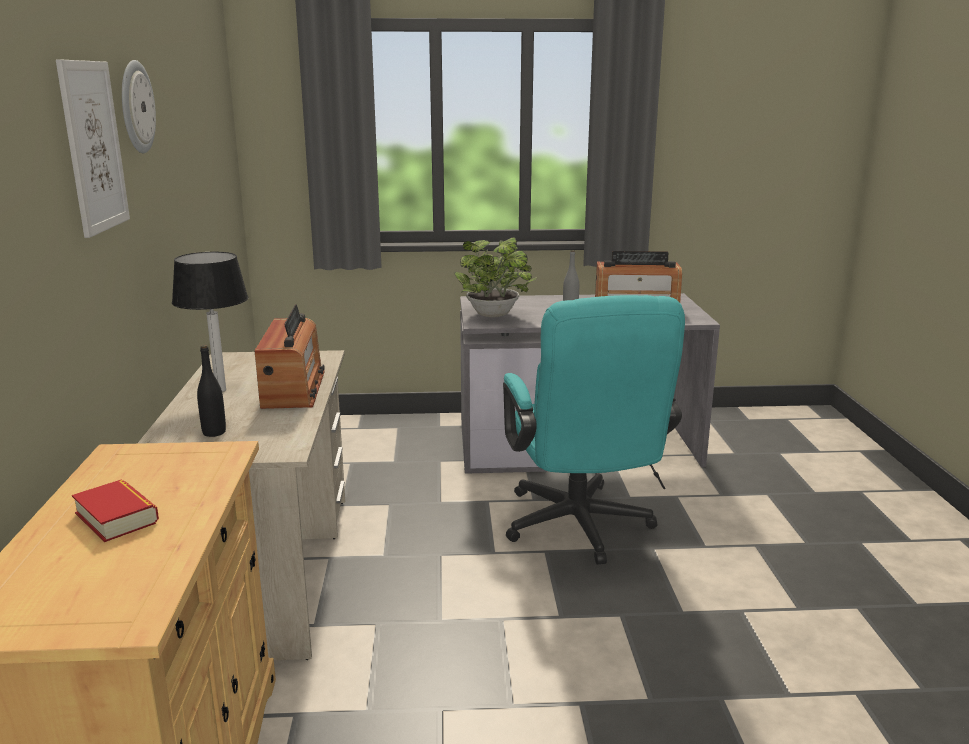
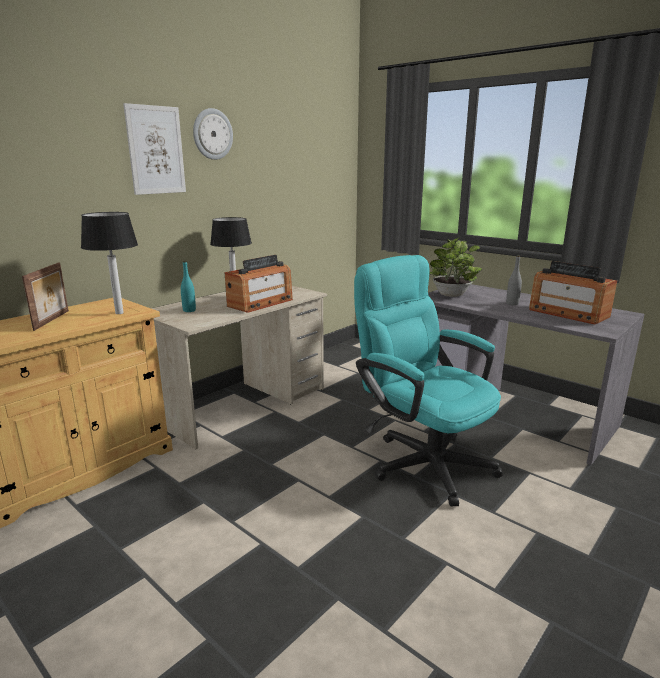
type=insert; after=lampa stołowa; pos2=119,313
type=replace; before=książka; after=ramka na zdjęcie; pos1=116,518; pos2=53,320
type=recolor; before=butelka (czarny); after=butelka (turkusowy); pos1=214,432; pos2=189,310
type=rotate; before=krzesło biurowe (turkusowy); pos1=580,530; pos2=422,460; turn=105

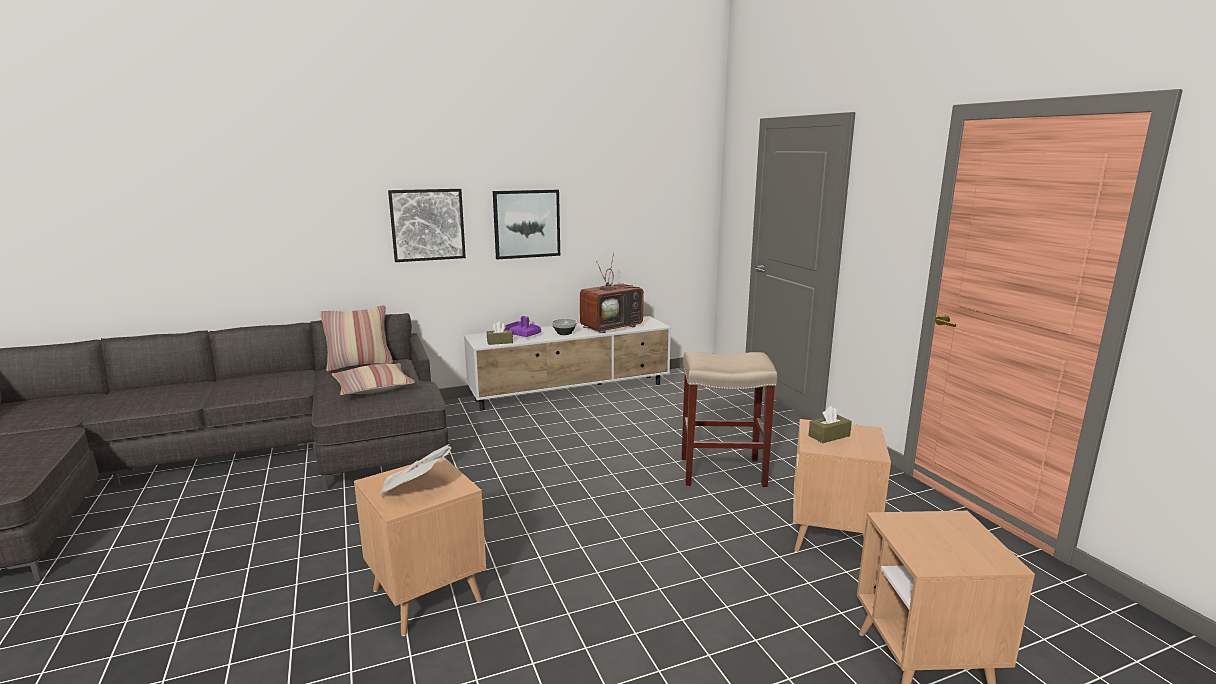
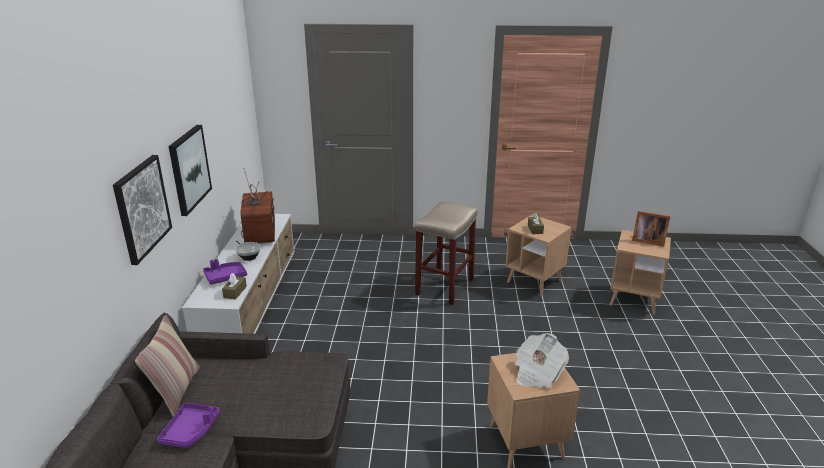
type=delete; before=poduszka; pos1=373,388
type=insert; after=taca (fioletowy); pos2=191,431
type=insert; after=ramka na zdjęcie; pos2=647,240

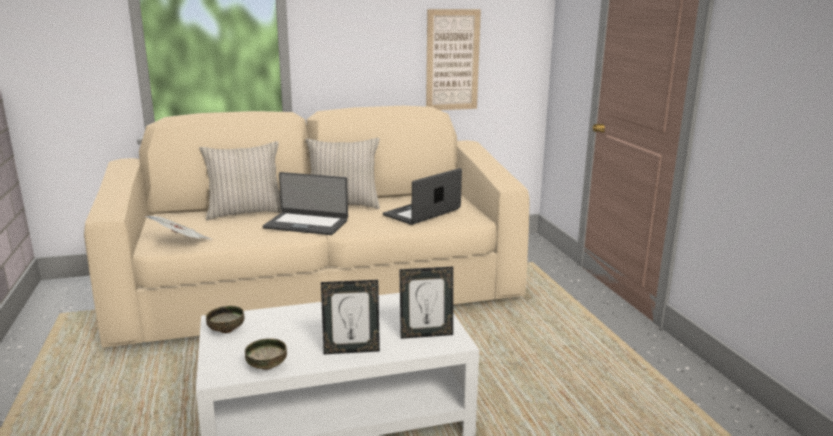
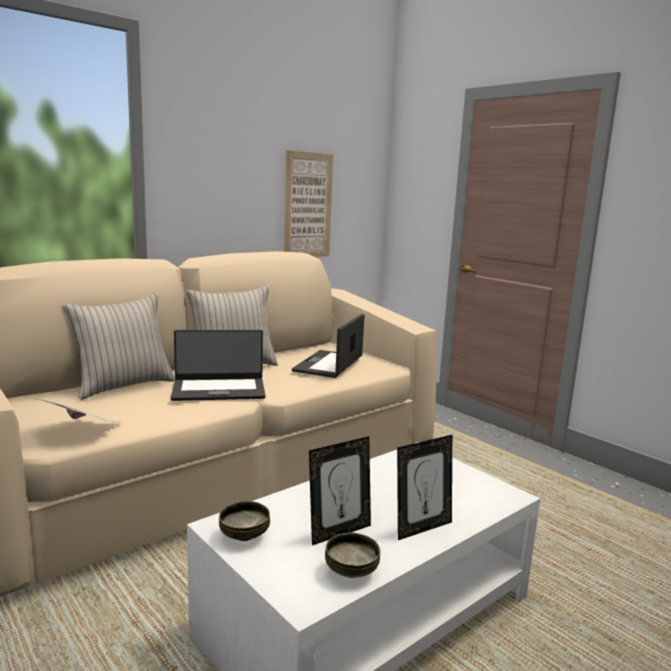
type=move; before=ramka na zdjęcie; pos1=426,334; pos2=339,532

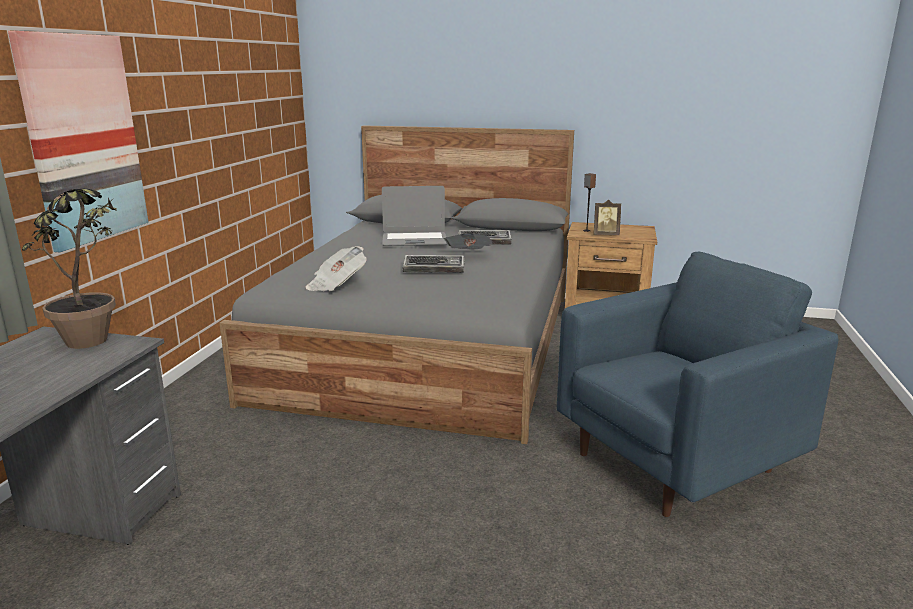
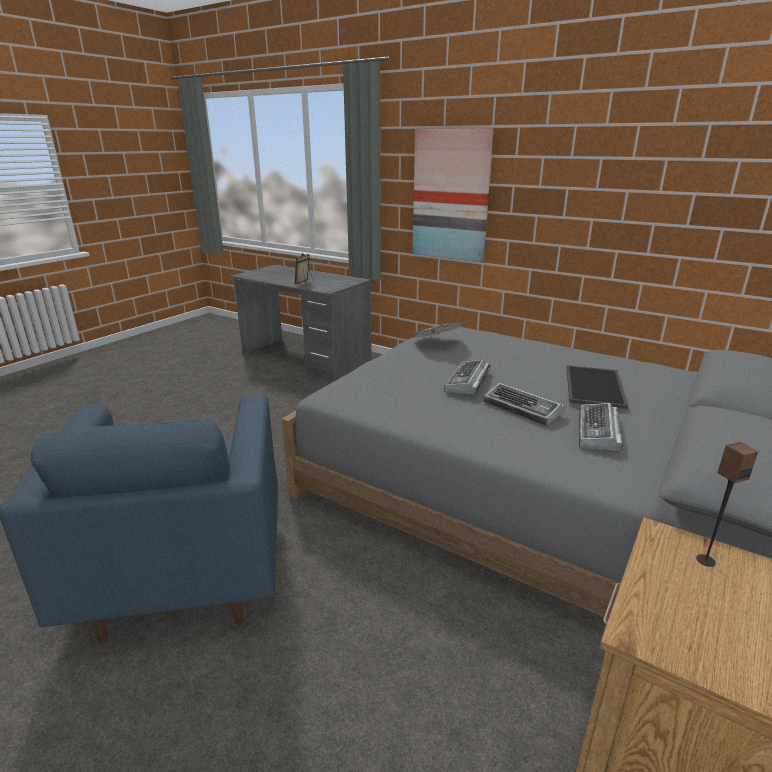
type=delete; before=roślina doniczkowa; pos1=95,344
type=move; before=ramka na zdjęcie; pos1=605,235; pos2=305,284
type=replace; before=laptop; after=taca; pos1=414,240; pos2=596,387
type=replace; before=gazeta; after=klawiatura; pos1=469,255; pos2=523,409

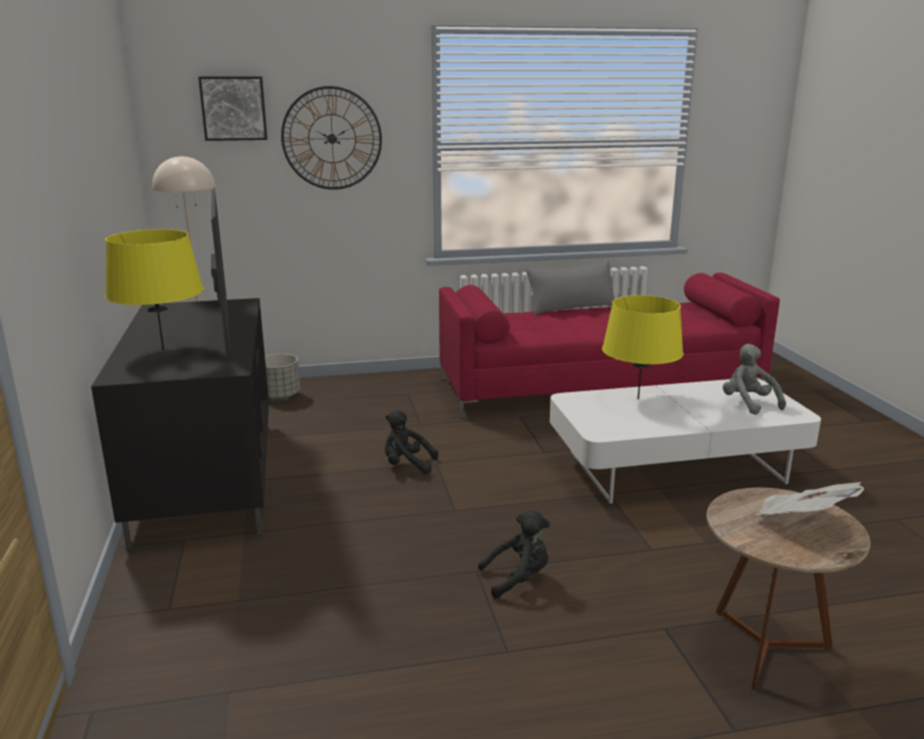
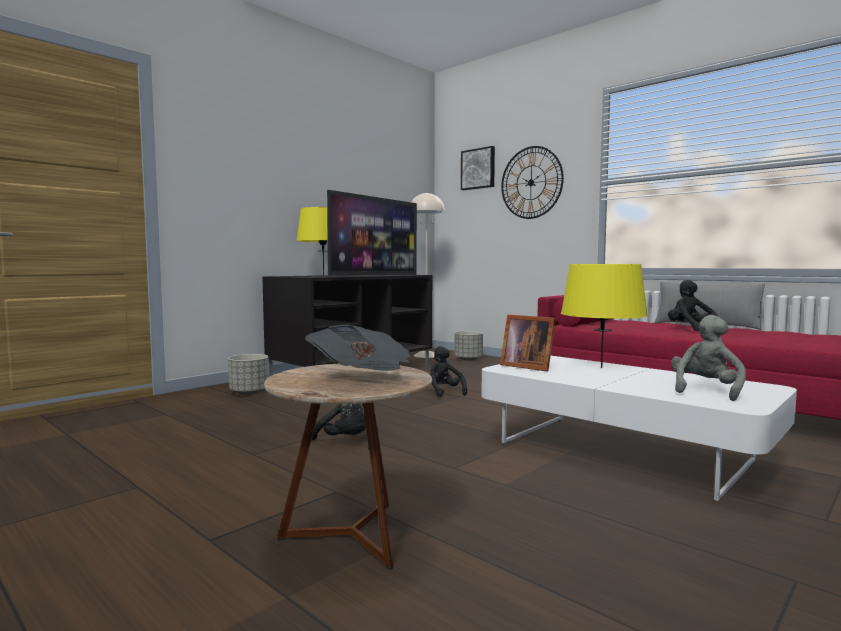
type=insert; after=donica (szary); pos2=249,392
type=insert; after=ramka na zdjęcie; pos2=526,366
type=insert; after=pluszak (czarny); pos2=691,329

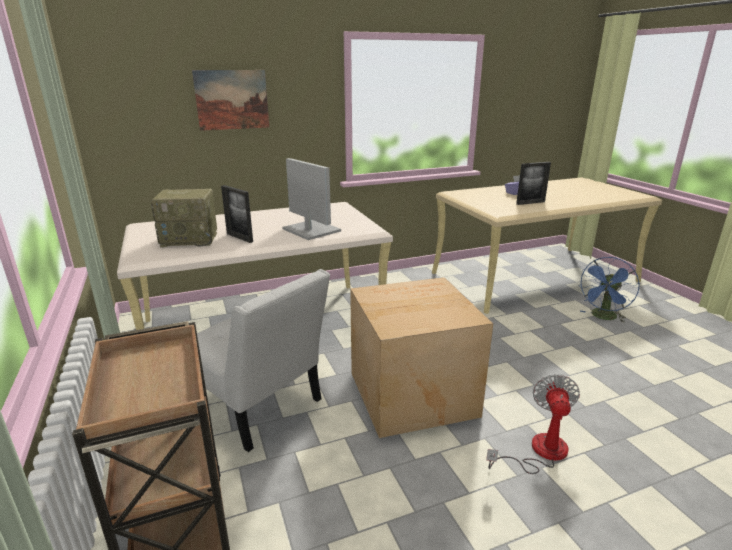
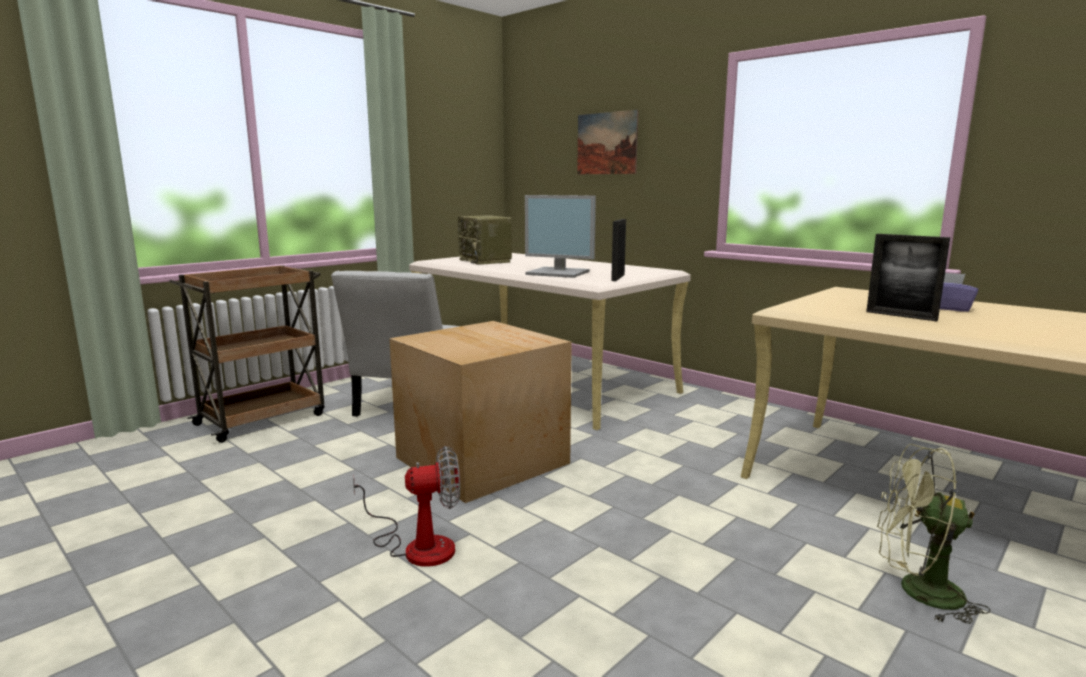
type=move; before=ramka na zdjęcie; pos1=239,237; pos2=618,277
type=recolor; before=wentylator (niebieski); after=wentylator (zielony); pos1=603,317; pos2=917,592
type=rotate; before=monitor; pos1=310,230; pos2=559,273; turn=90

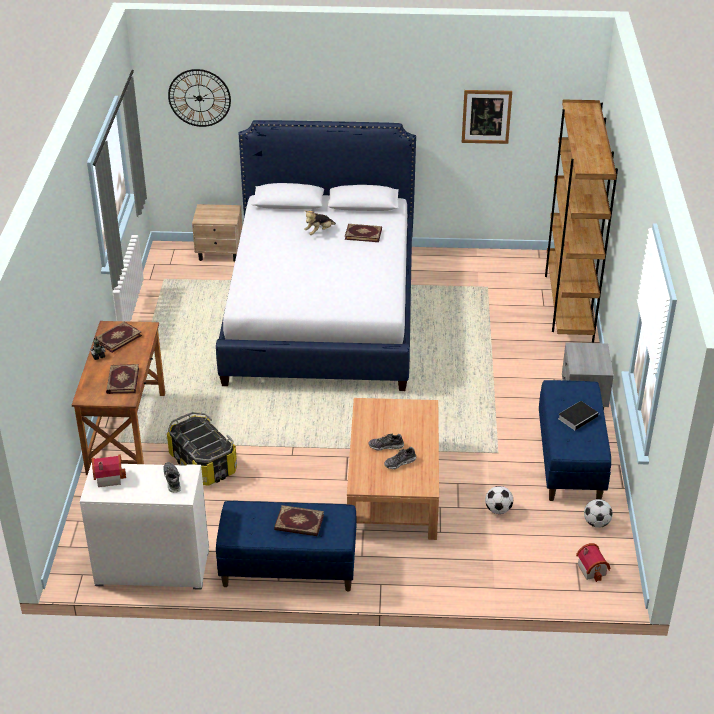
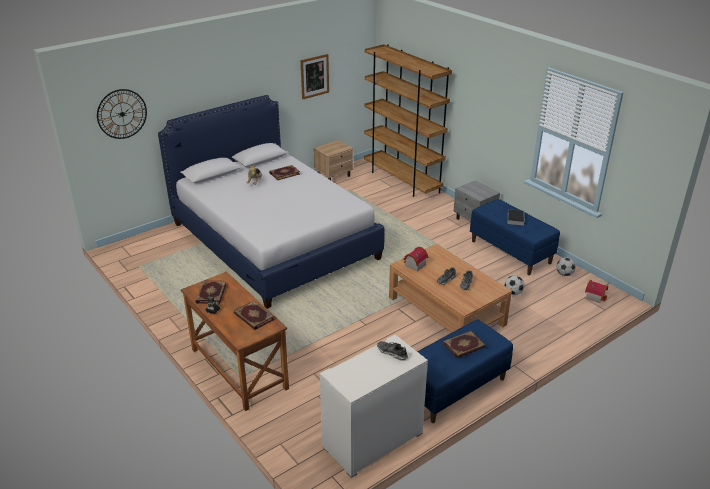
type=delete; before=pojemnik do przechowywania; pos1=202,463
type=move; before=domek; pos1=108,477; pos2=414,265
type=move; before=szafka nocna (beżowy); pos1=220,253; pos2=334,176

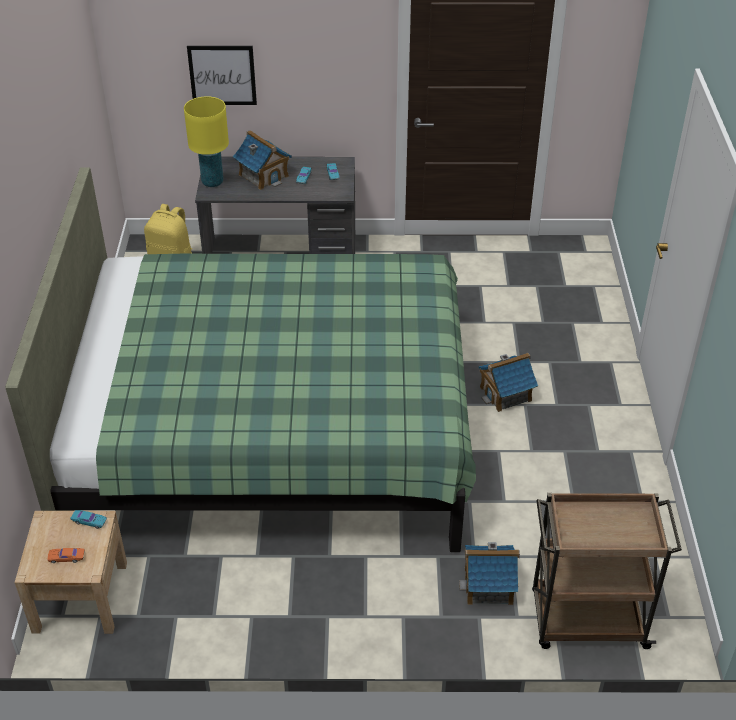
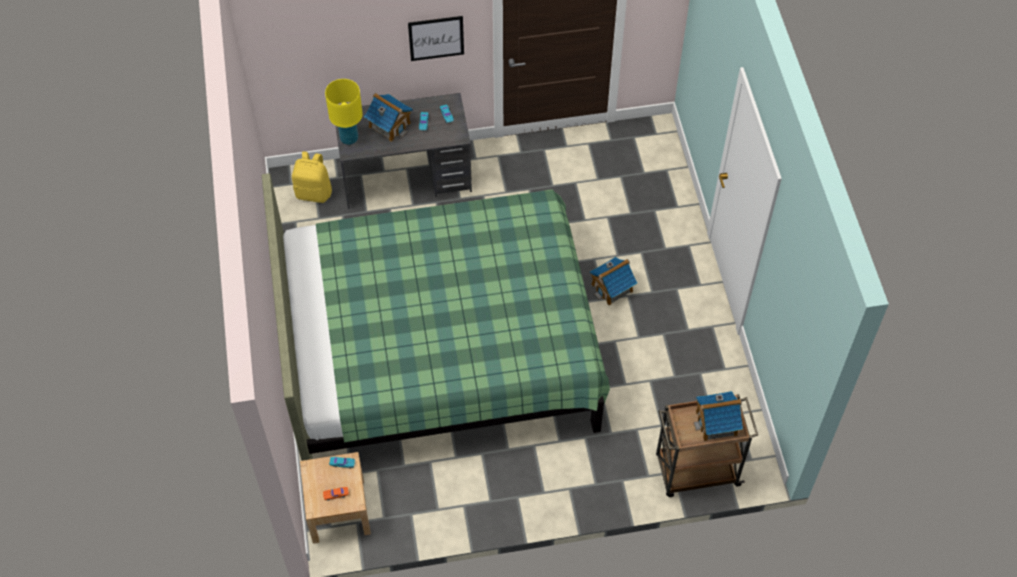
type=move; before=obraz; pos1=222,75; pos2=436,38
type=move; before=domek; pos1=489,586; pos2=716,423

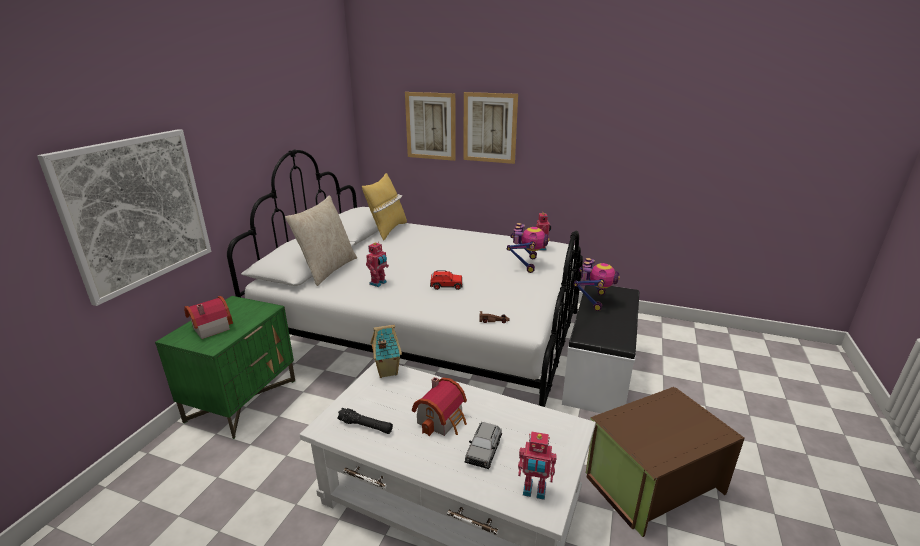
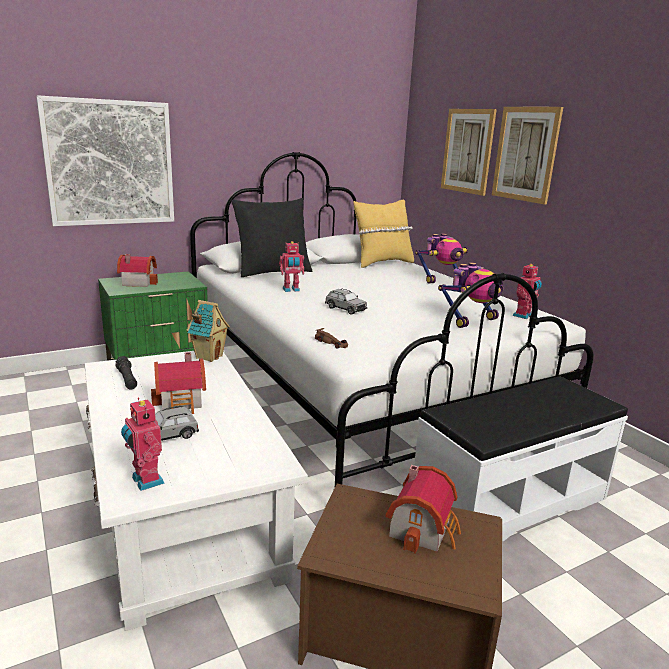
type=insert; after=domek; pos2=424,529
type=move; before=robot zabawkowy; pos1=593,300; pos2=441,280
type=recolor; before=poduszka (beżowy); after=poduszka (czarny); pos1=327,269; pos2=272,271
type=recolor; before=samochodzik (czerwony); after=samochodzik (szary); pos1=446,286; pos2=345,309

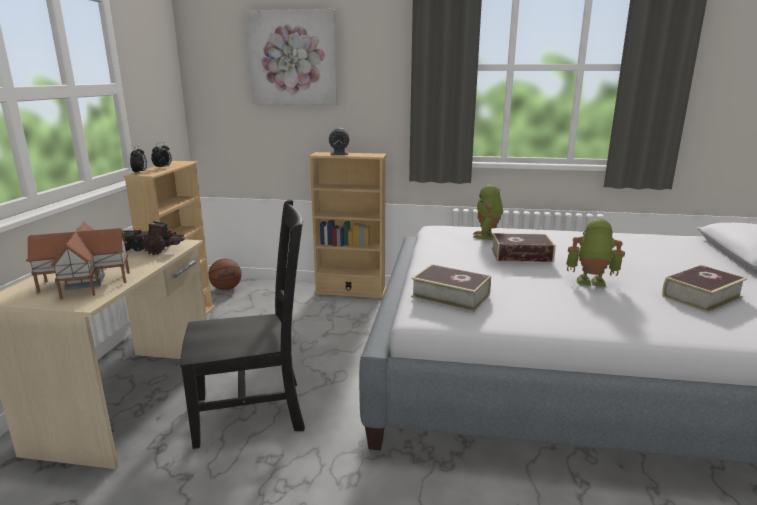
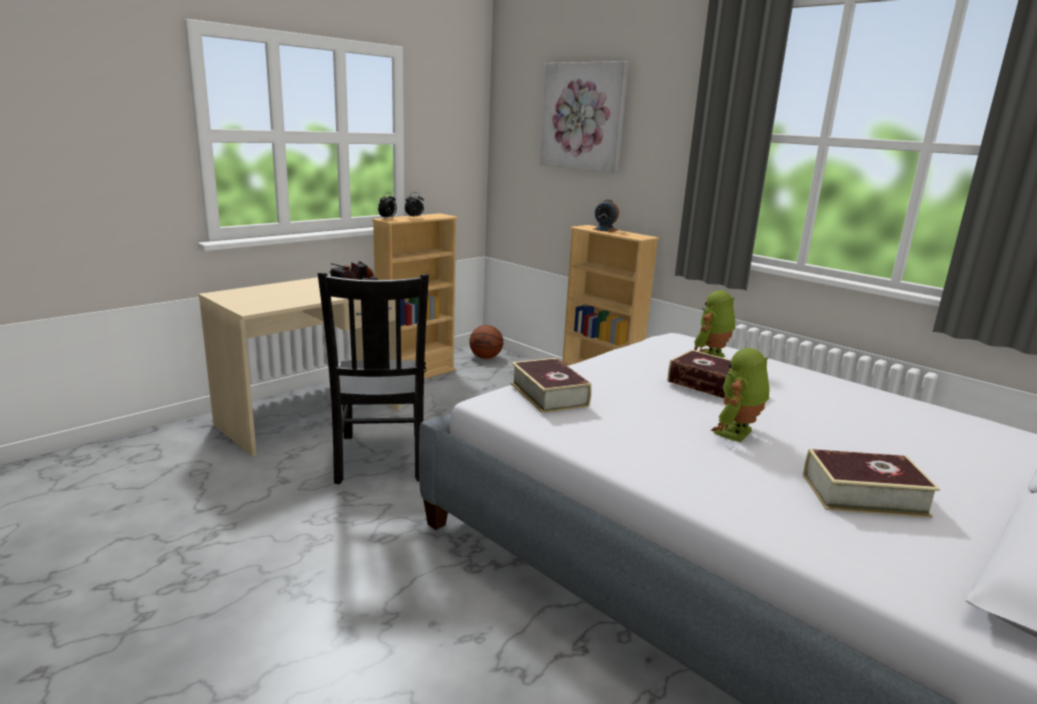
type=delete; before=domek; pos1=86,282
type=rotate; before=krzesło (czarny); pos1=254,412; pos2=380,459; turn=60
type=rotate; before=robot zabawkowy; pos1=590,282; pos2=737,433; turn=-105

